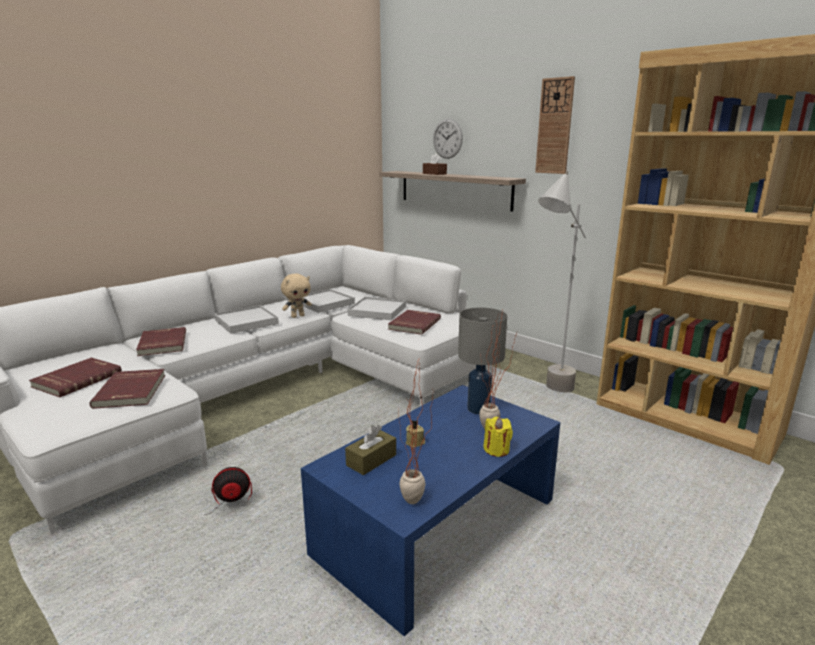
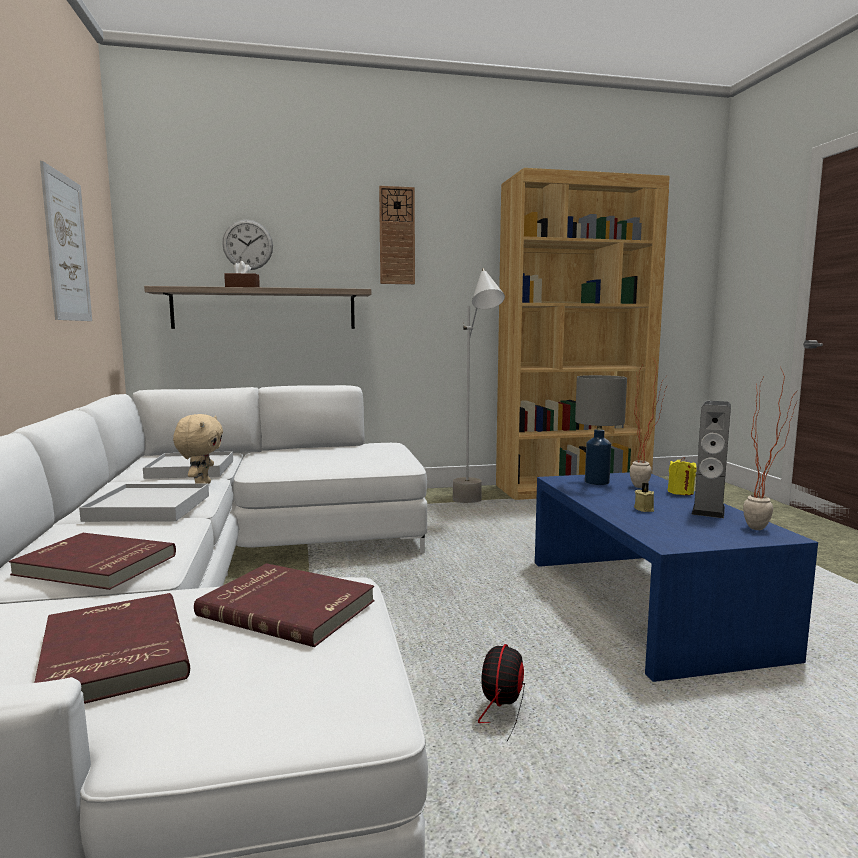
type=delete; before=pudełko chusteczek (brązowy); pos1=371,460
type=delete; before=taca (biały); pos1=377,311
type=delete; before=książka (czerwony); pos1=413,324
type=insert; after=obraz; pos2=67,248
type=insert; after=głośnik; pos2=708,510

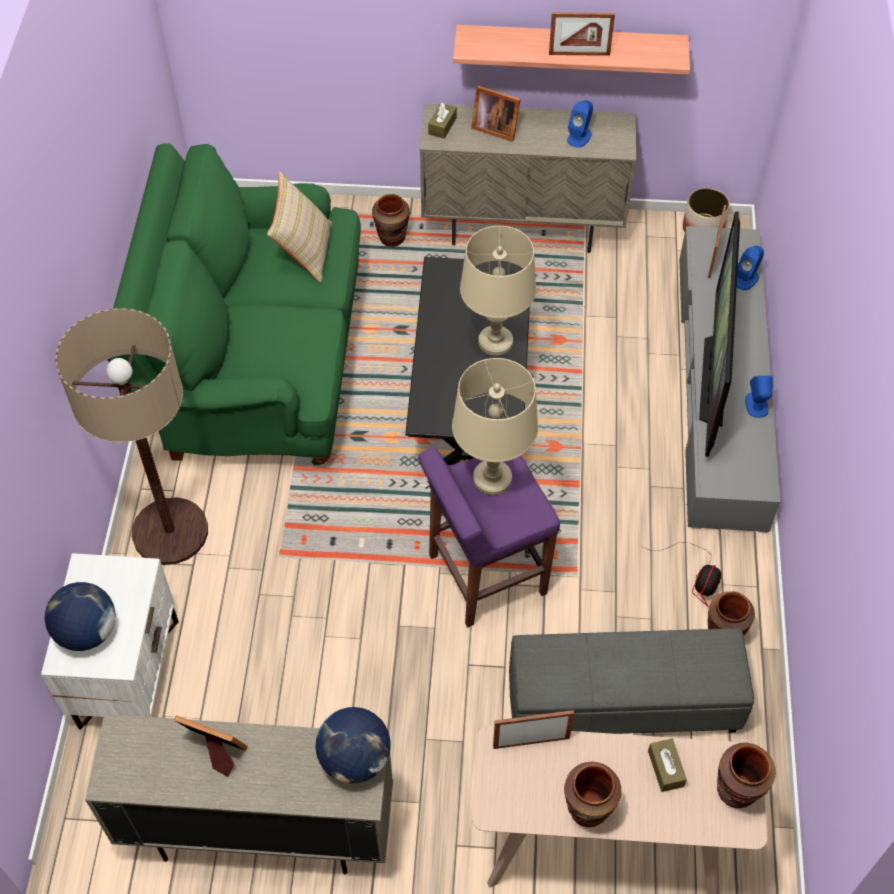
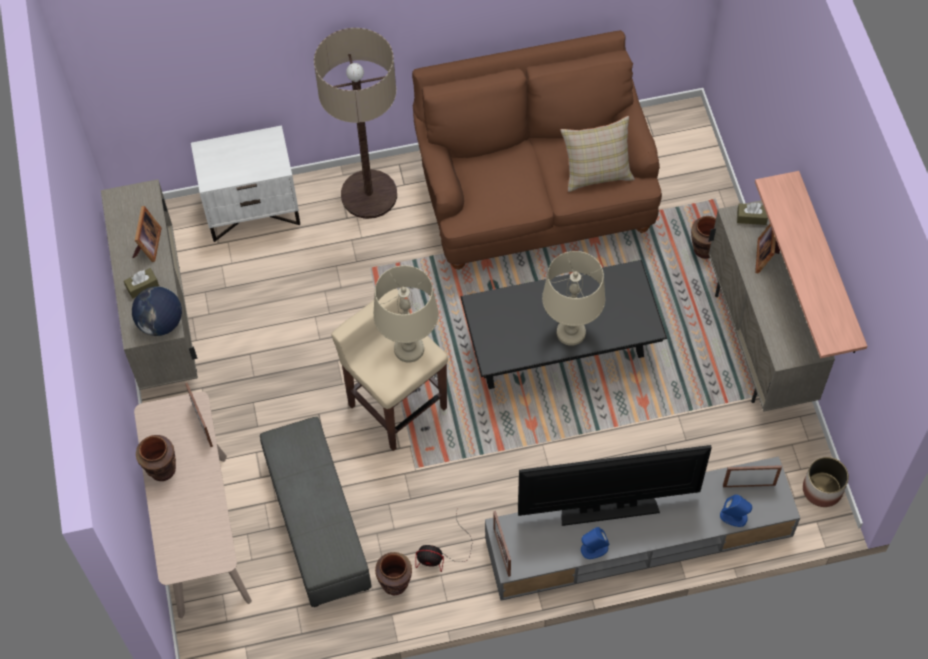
type=delete; before=globus; pos1=87,632
type=delete; before=głośnik (niebieski); pos1=579,136
type=delete; before=wazon (brązowy); pos1=736,791
type=move; before=ramka na zdjęcie; pos1=579,54; pos2=502,552
type=move; before=pudełko chusteczek (brązowy); pos1=665,768; pos2=142,286
type=recolor; before=kanapa (zielony); after=kanapa (brązowy); pos1=257,366; pos2=534,198
type=recolor; before=stołek (fioletowy); after=stołek (beżowy); pos1=485,575; pos2=396,405

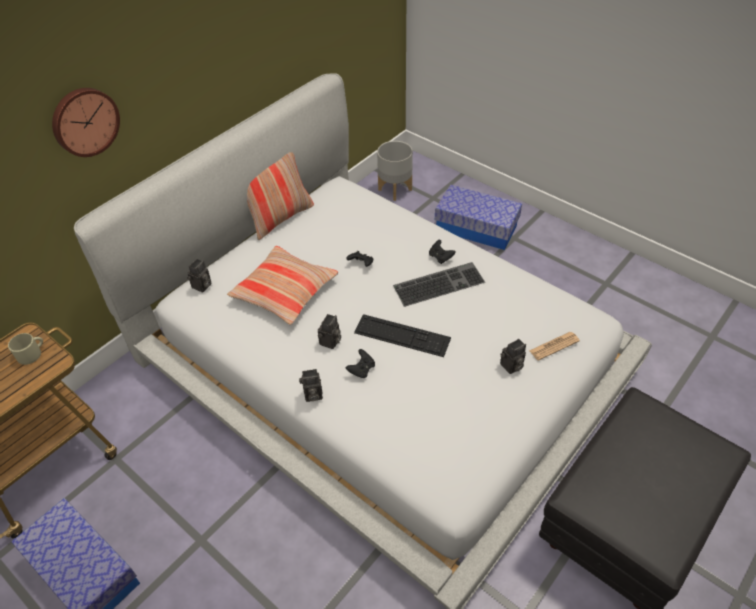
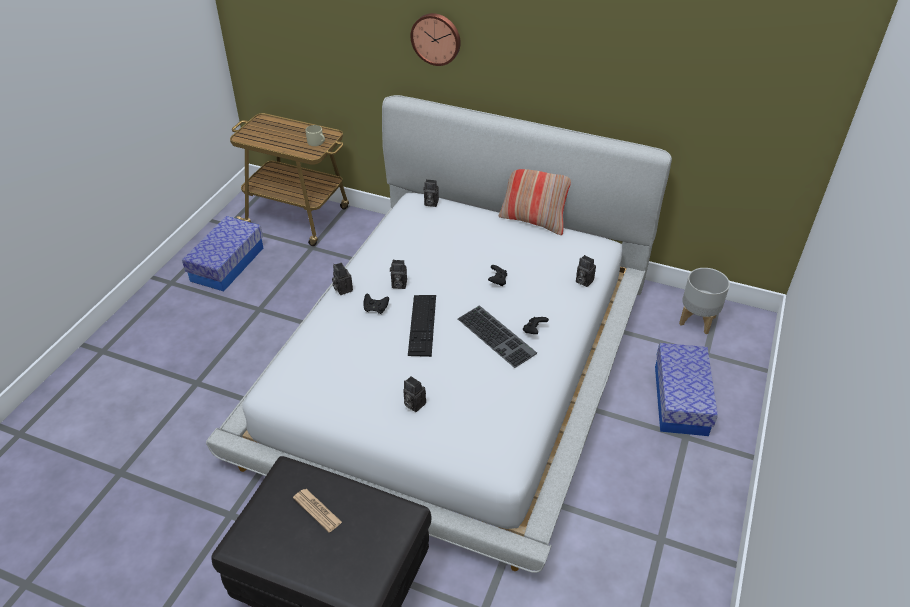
type=delete; before=poduszka; pos1=285,292
type=insert; after=aparat fotograficzny; pos2=583,281
type=move; before=gazeta; pos1=554,346; pos2=317,510

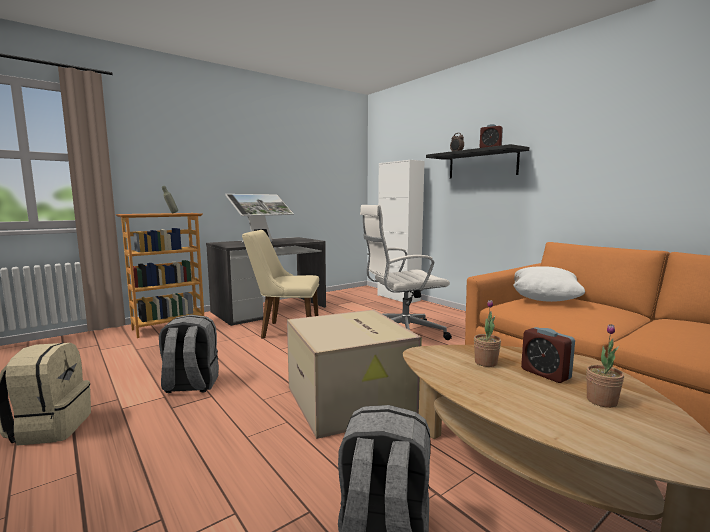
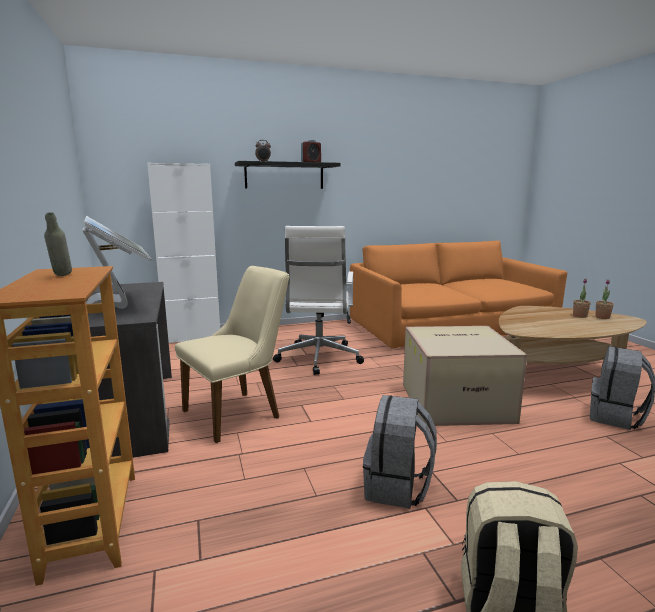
type=delete; before=poduszka (biały); pos1=544,299
type=delete; before=budzik; pos1=545,374
type=move; before=roślina doniczkowa; pos1=486,363; pos2=602,317
type=rotate; before=krzesło (beżowy); pos1=284,330; pos2=240,412; turn=-150

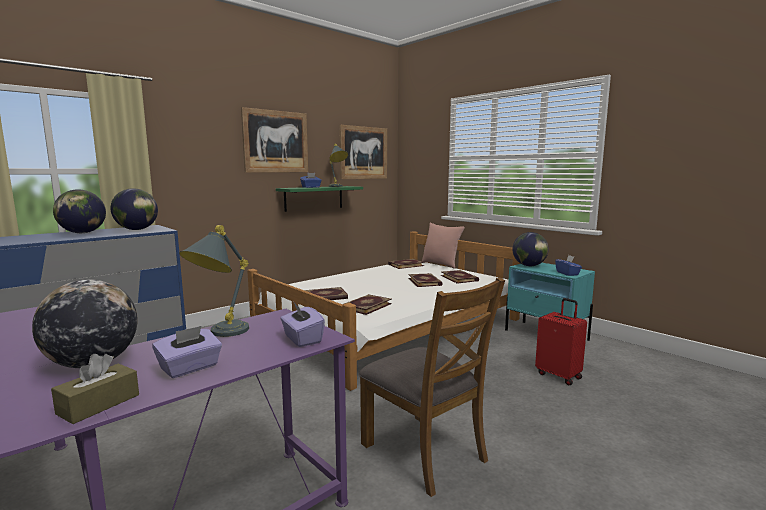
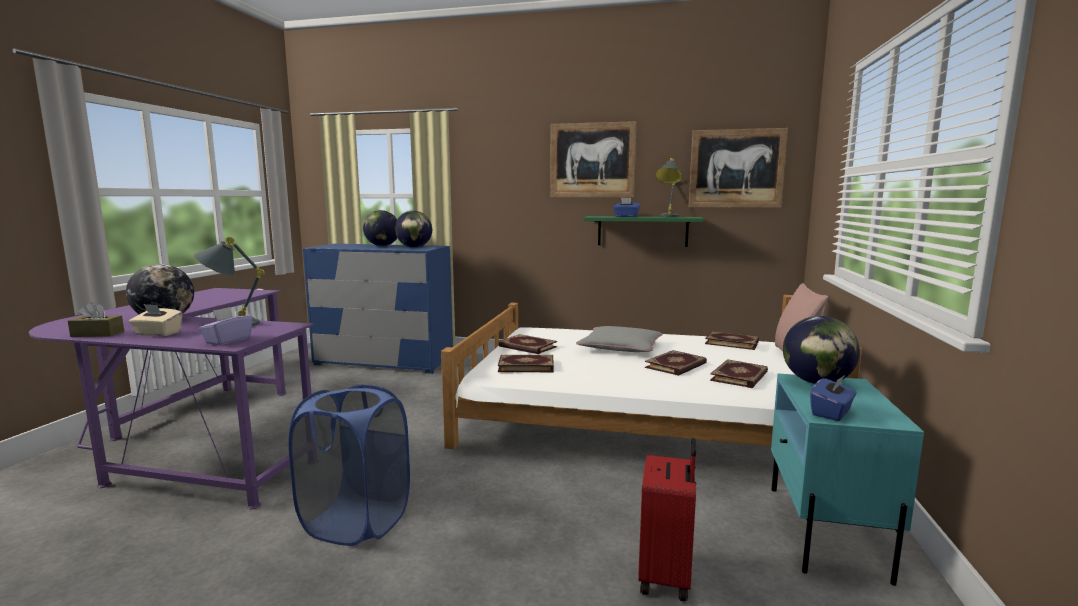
type=insert; after=poduszka (szary); pos2=620,347
type=replace; before=krzesło (brązowy); after=kosz na pranie (niebieski); pos1=425,452; pos2=356,521
type=recolor; before=pudełko chusteczek (fioletowy); after=pudełko chusteczek (beżowy); pos1=190,368; pos2=158,334

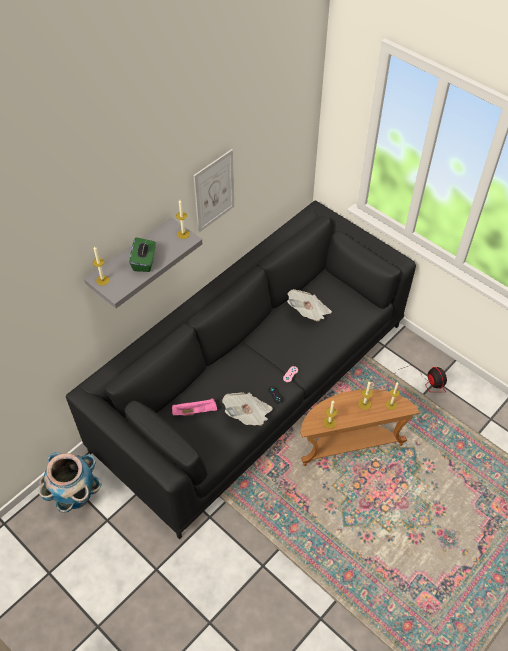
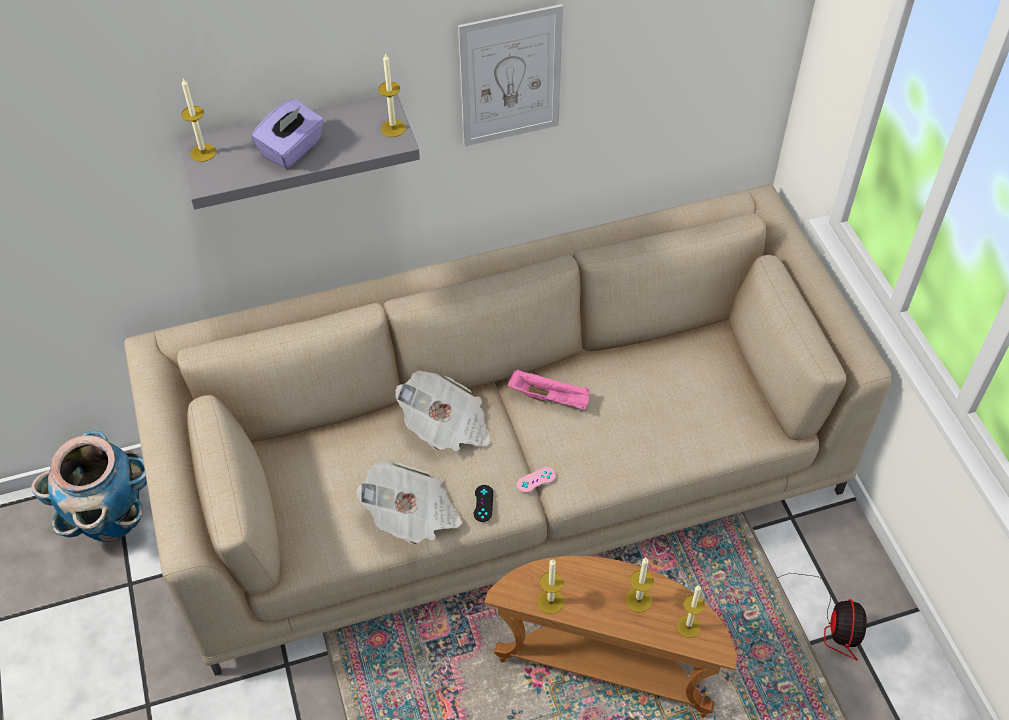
type=move; before=taca (różowy); pos1=195,411; pos2=550,398
type=move; before=gazeta; pos1=308,312; pos2=446,427
type=recolor; before=kanapa (czarny); after=kanapa (beżowy); pos1=253,385; pos2=506,477
type=recolor; before=pudełko chusteczek (zielony); after=pudełko chusteczek (fioletowy); pos1=144,262; pos2=292,149

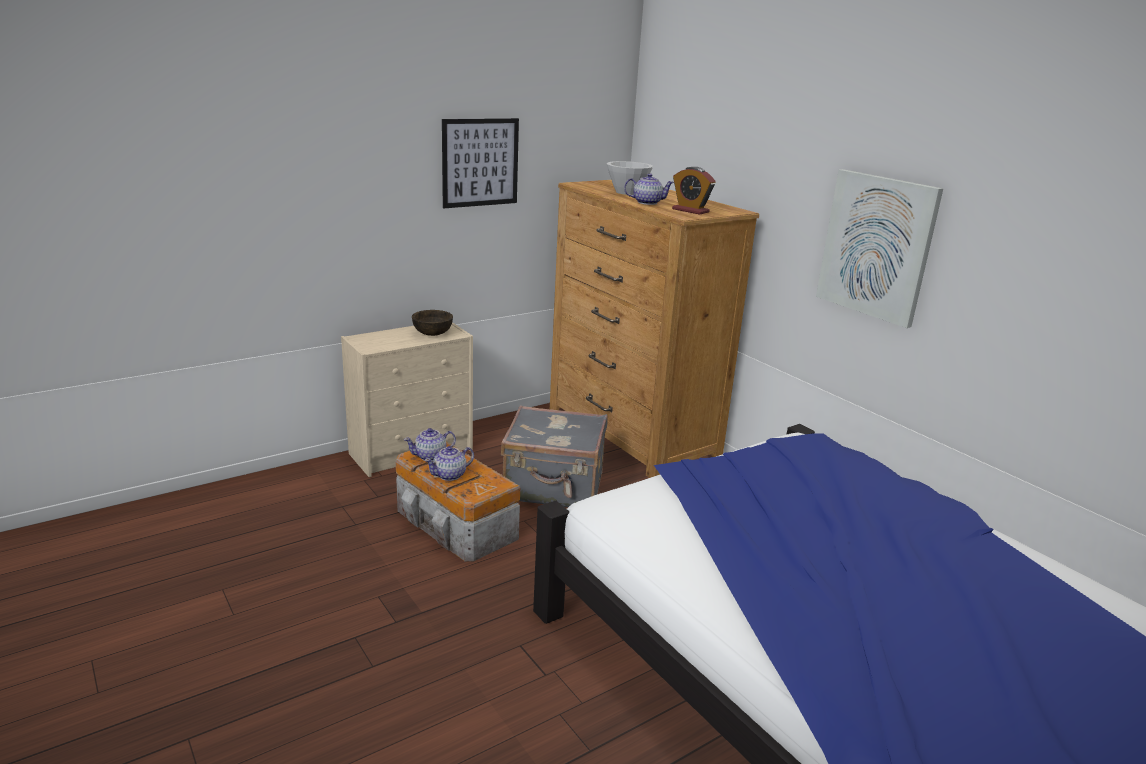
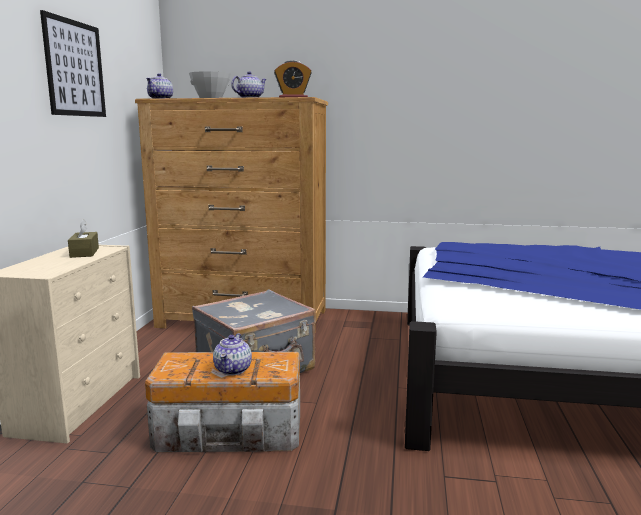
type=delete; before=obraz; pos1=876,246
type=move; before=imbryk; pos1=430,456; pos2=161,99
type=replace; before=miska (brązowy); after=pudełko chusteczek (brązowy); pos1=432,333; pos2=84,252

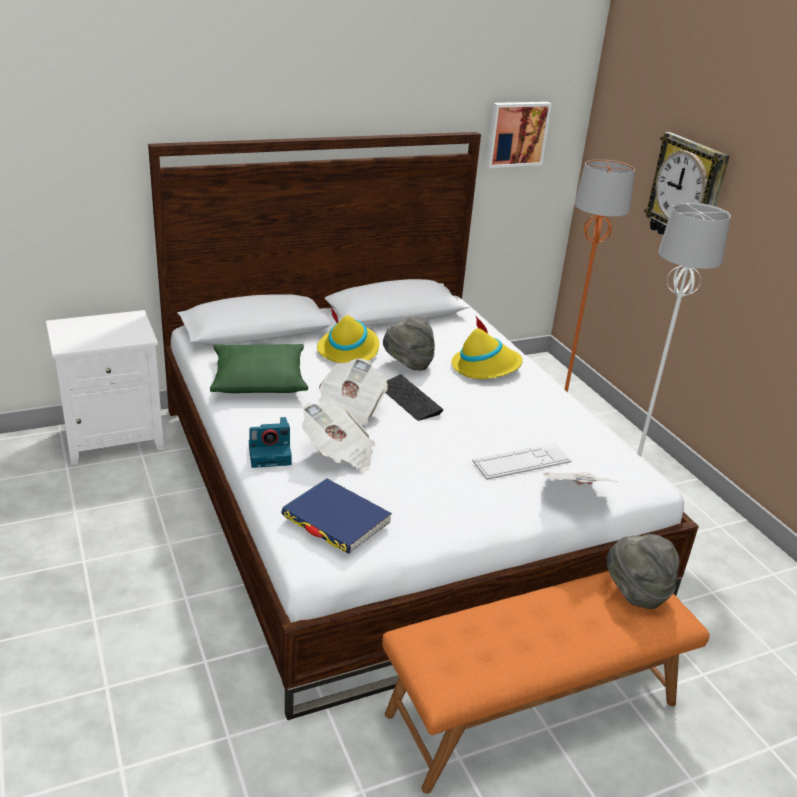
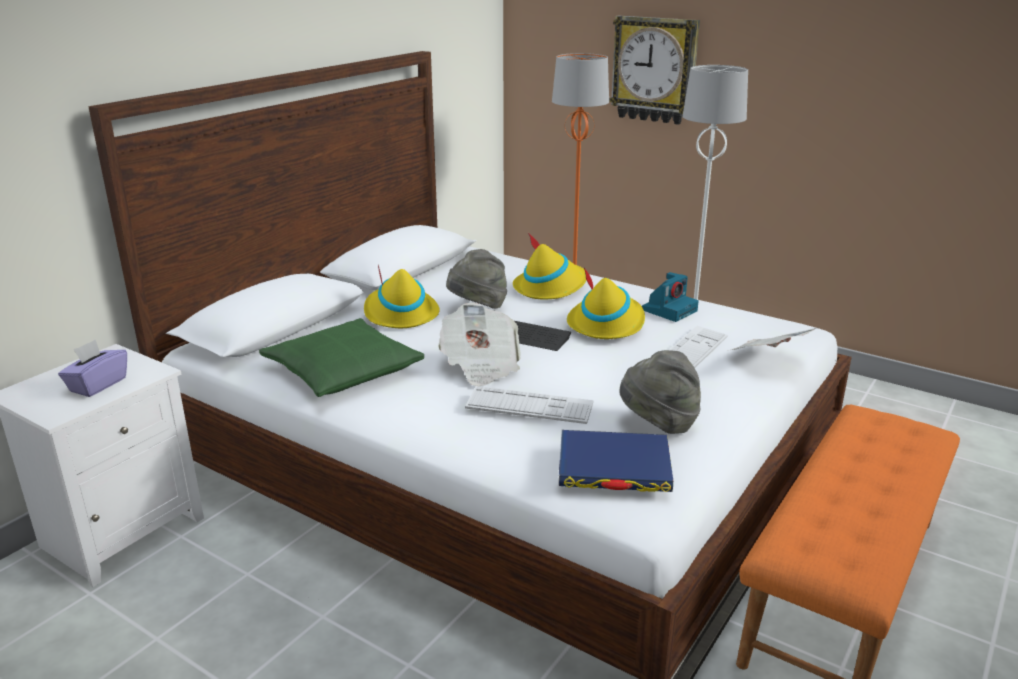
type=delete; before=obraz; pos1=516,133
type=insert; after=pudełko chusteczek (fioletowy); pos2=97,385
type=insert; after=kapelusz (żółty); pos2=606,323
type=move; before=aparat fotograficzny; pos1=270,453; pos2=669,310
type=move; before=kapelusz (szary); pos1=636,592; pos2=658,424
type=replace; before=gazeta; after=klawiatura; pos1=339,453; pos2=529,406

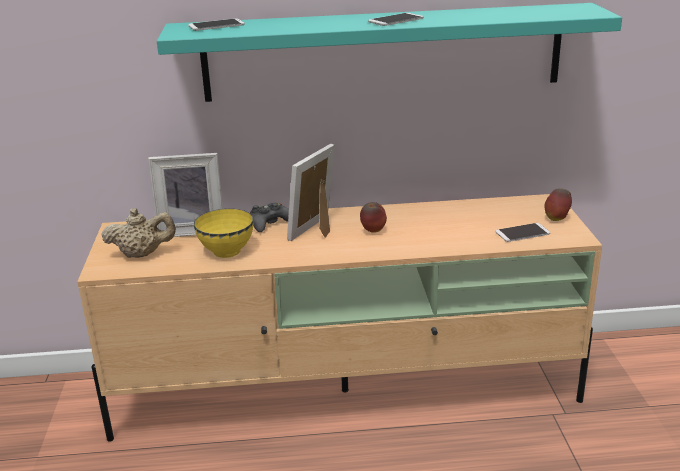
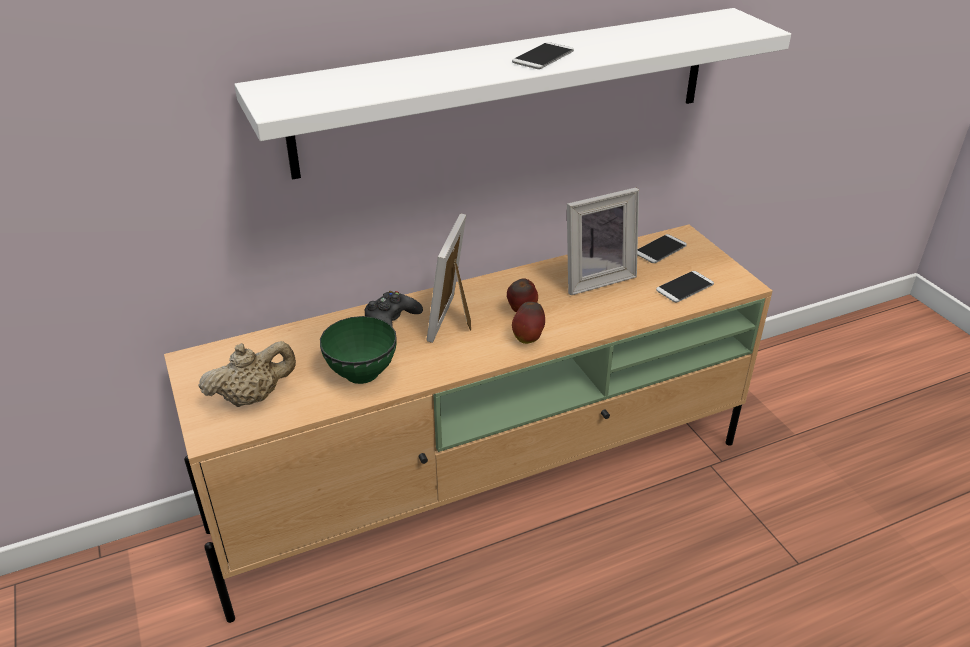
type=move; before=ramka na zdjęcie; pos1=192,229; pos2=595,278
type=move; before=telefon; pos1=216,26; pos2=660,249
type=move; before=jabłko; pos1=557,219; pos2=528,339
type=recolor; before=półka (turkusowy); after=półka (biały); pos1=383,52; pos2=509,90
type=recolor; before=miska (żółty); after=miska (zielony); pos1=227,251; pos2=362,372

